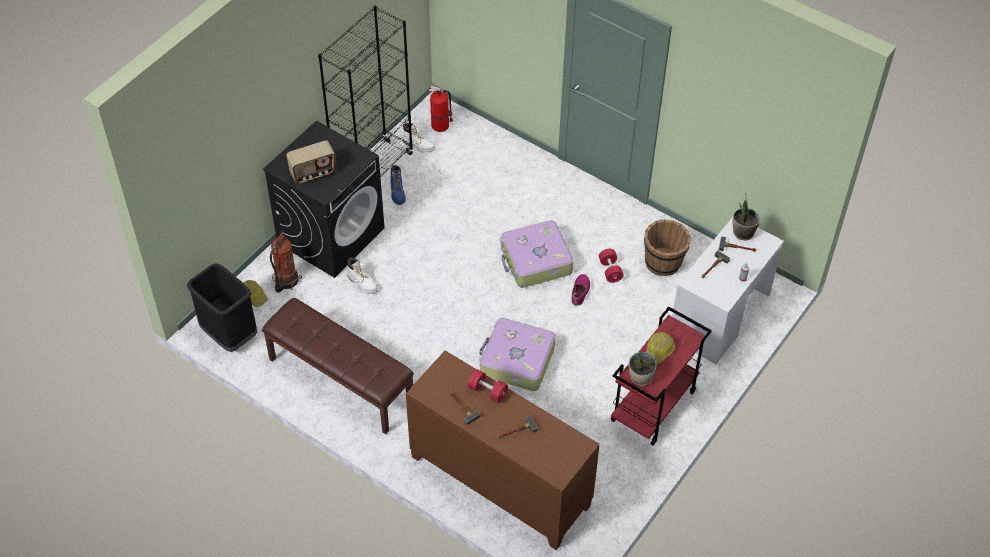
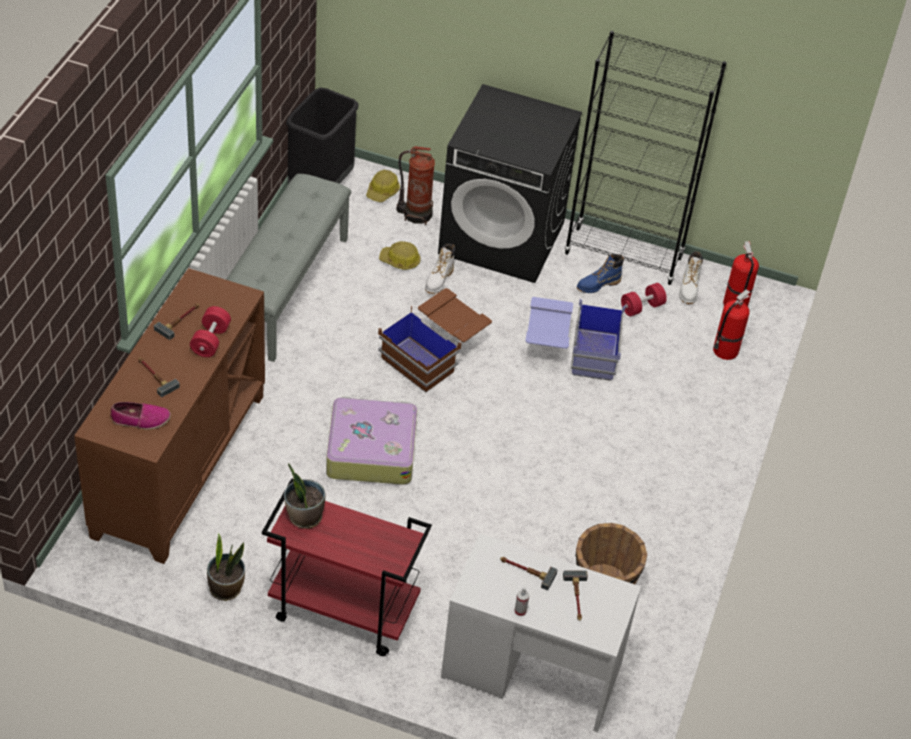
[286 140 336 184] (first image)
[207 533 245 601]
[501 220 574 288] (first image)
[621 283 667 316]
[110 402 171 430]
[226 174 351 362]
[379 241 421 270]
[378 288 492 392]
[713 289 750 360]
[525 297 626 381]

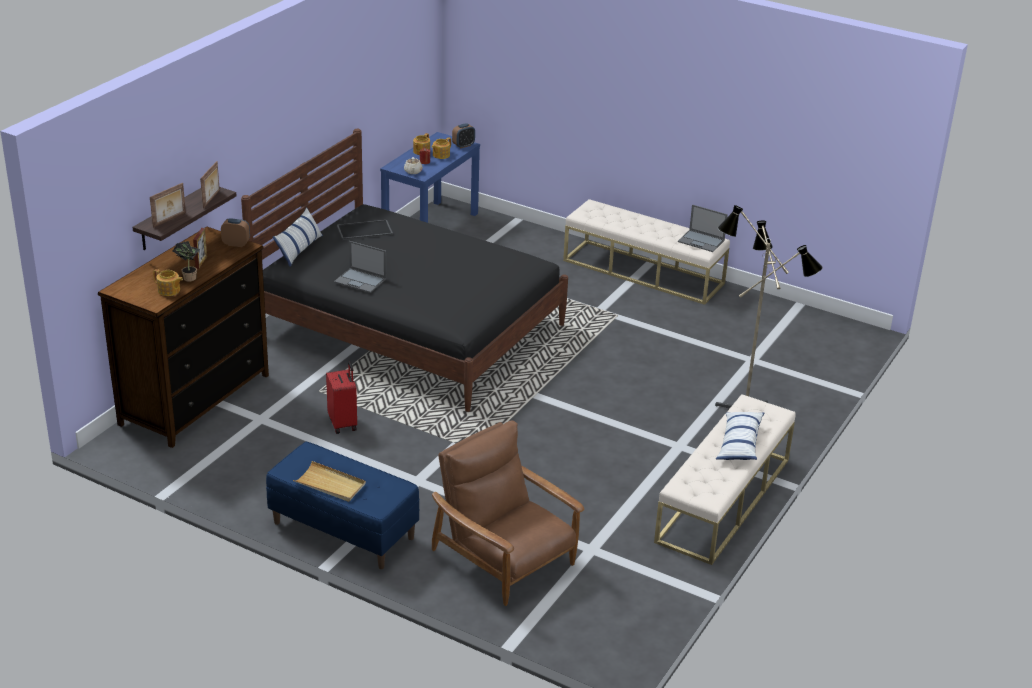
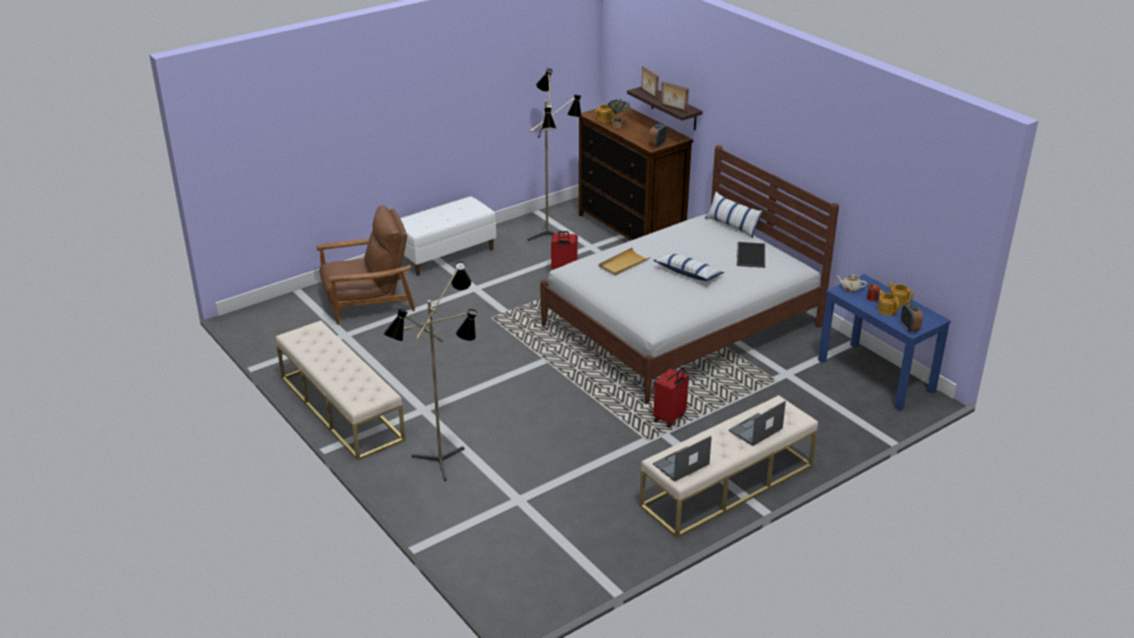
[540 145 839 404]
[193 228 207 269] (first image)
[729 401 786 446]
[653 253 724 281]
[400 196 496 276]
[599 248 650 276]
[528 69 582 241]
[653 367 689 428]

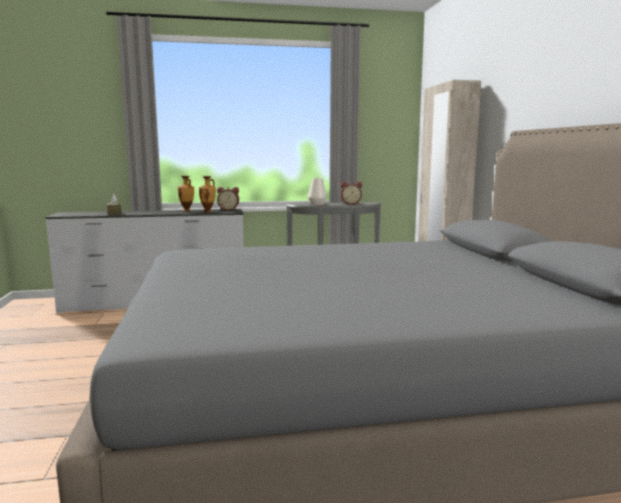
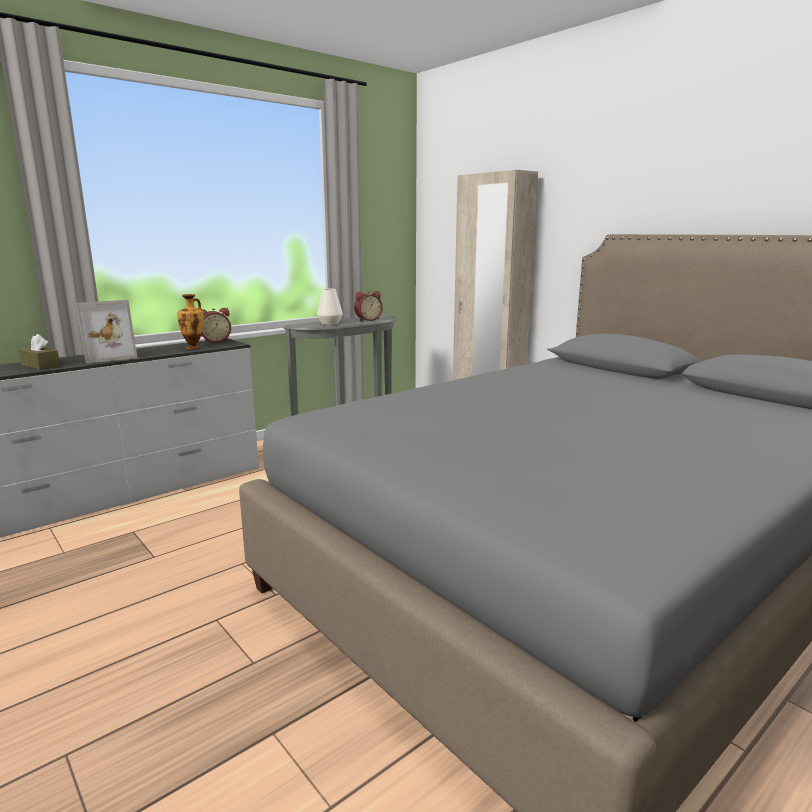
[178 176 194 211] (first image)
[76 300 137 364]

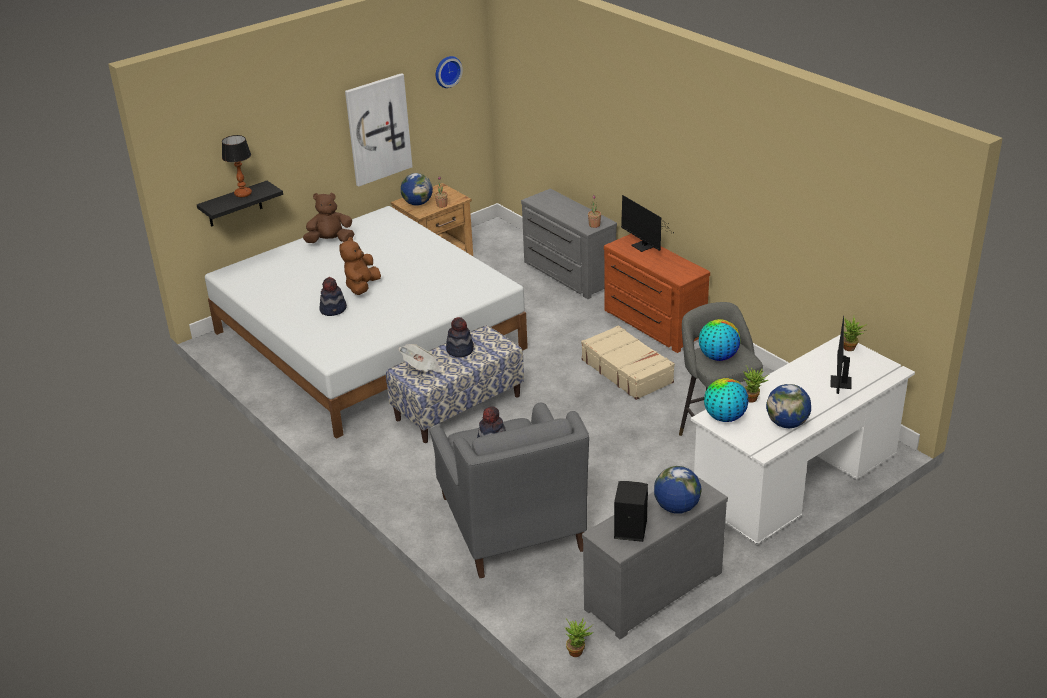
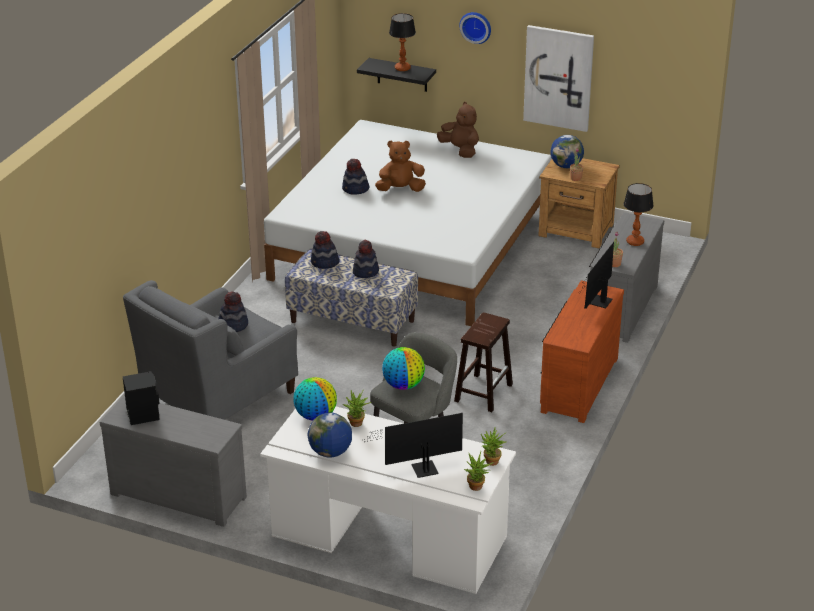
[459 12 491 44]
[454 312 513 412]
[311 231 340 269]
[654 466 702 514] (first image)
[464 451 494 491]
[623 183 654 246]

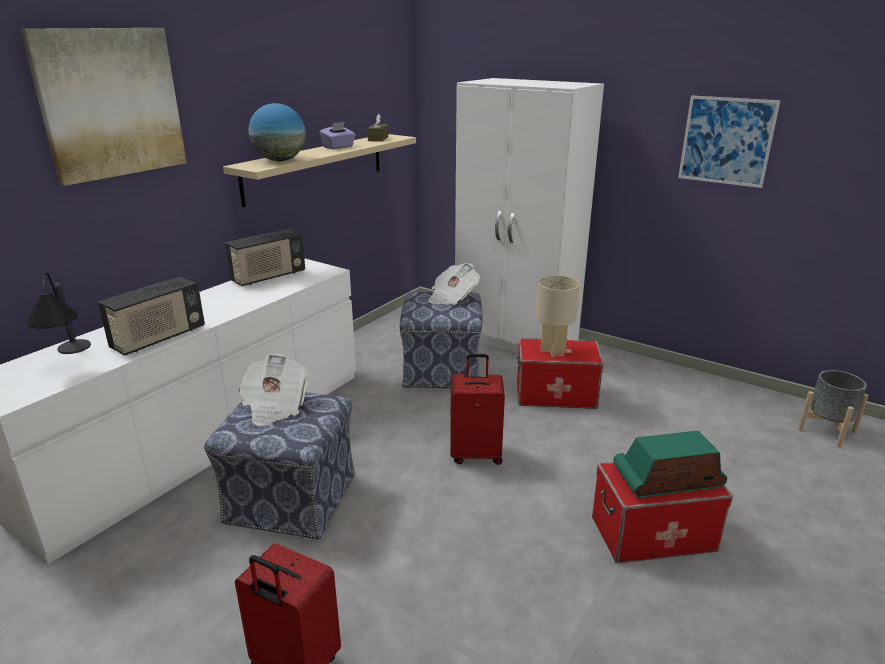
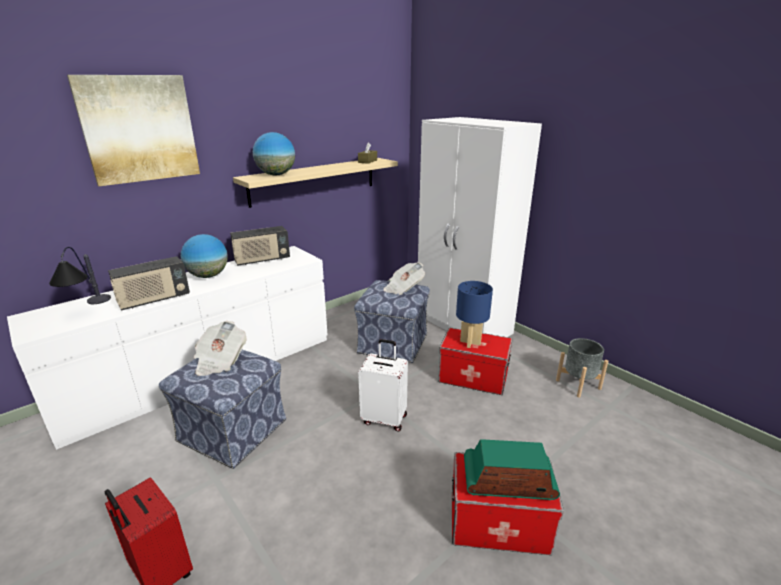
[678 96 781 188] (first image)
[319 122 356 149] (first image)
[456 281 493 348]
[358 339 408 432]
[556 338 608 397]
[181 234 228 278]

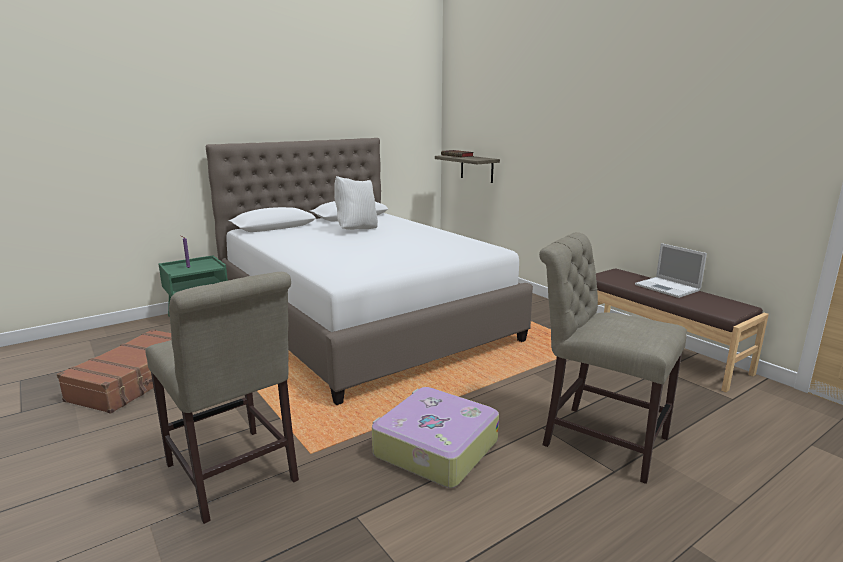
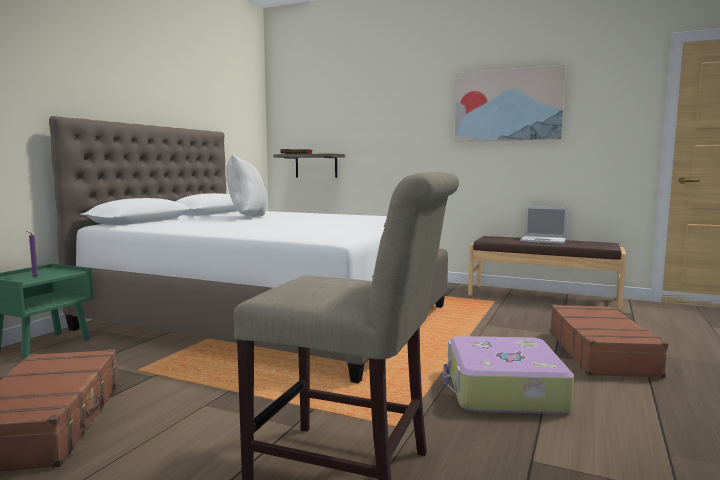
[550 304 668 378]
[454 65 566 142]

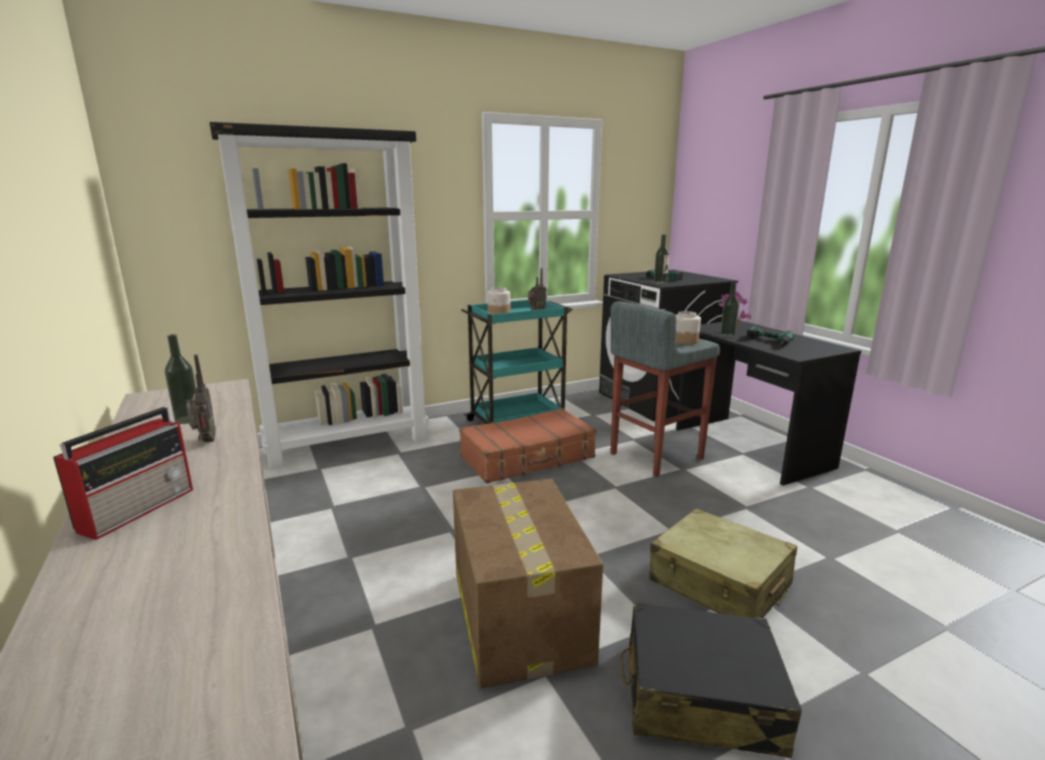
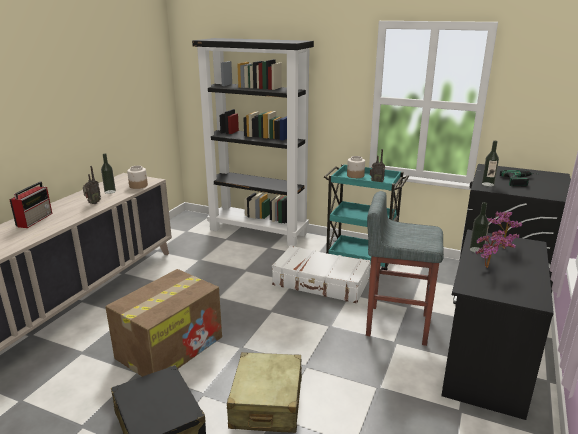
[127 166 148 189]
[476 230 516 268]
[9 181 52 228]
[272 245 371 303]

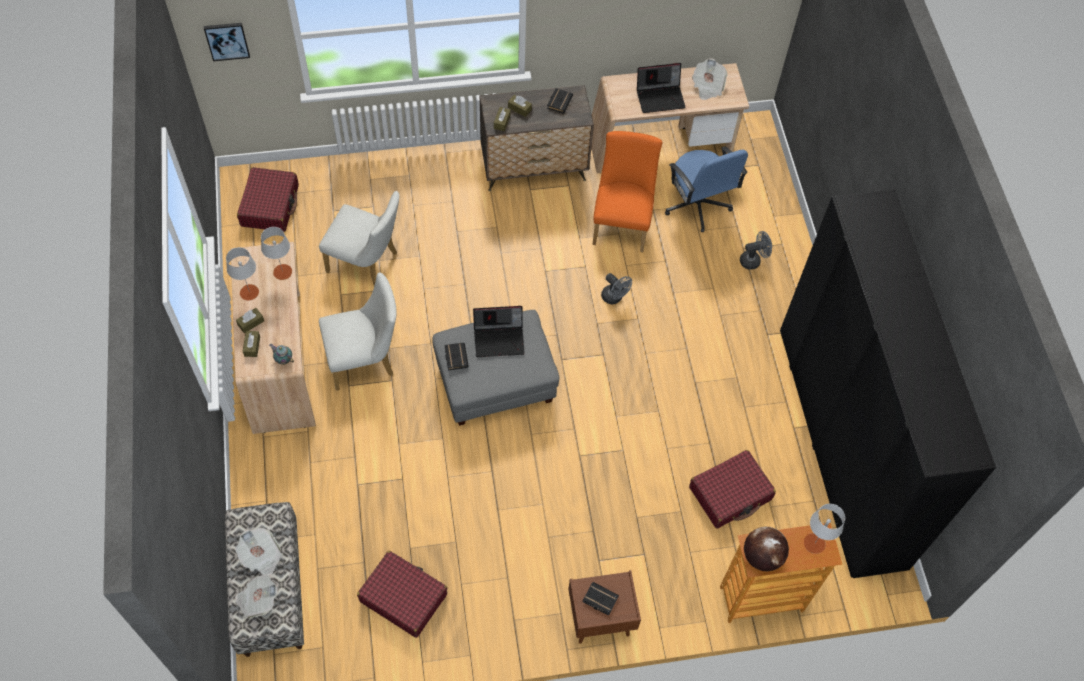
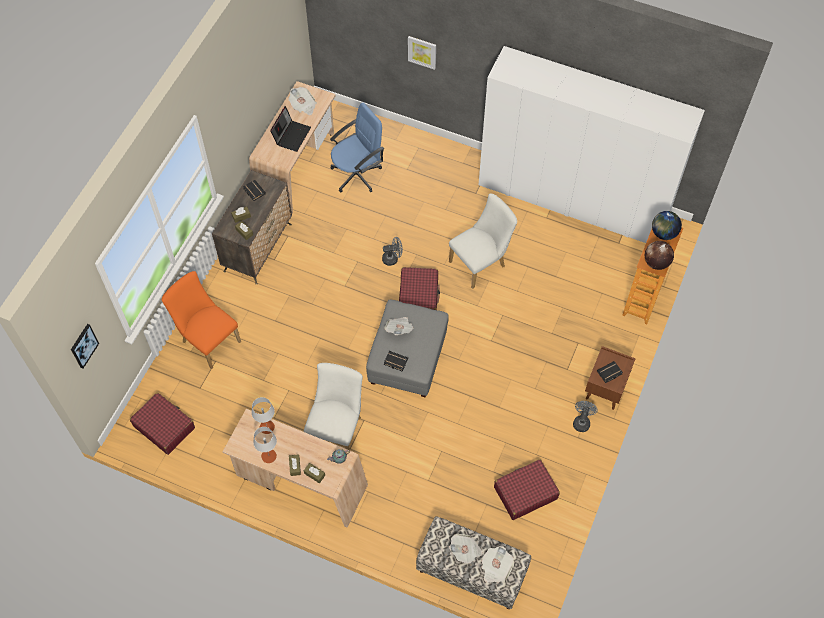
[162 271 241 369]
[330 102 384 193]
[479 46 705 243]
[449 193 517 289]
[573 401 598 432]
[384 317 414 335]
[399 267 440 310]
[652 211 682 240]
[408 36 436 70]

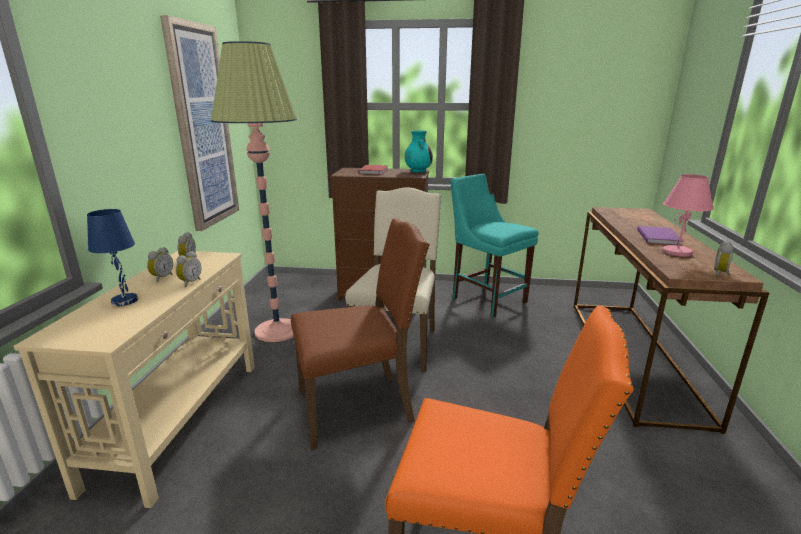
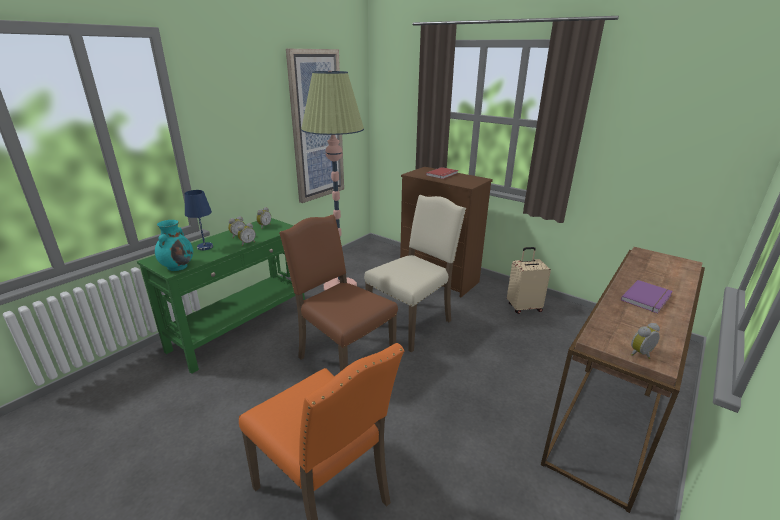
[155 220 193 271]
[507 247 551 314]
[662 174 714 257] (first image)
[279 215 398 372]
[137 218 305 374]

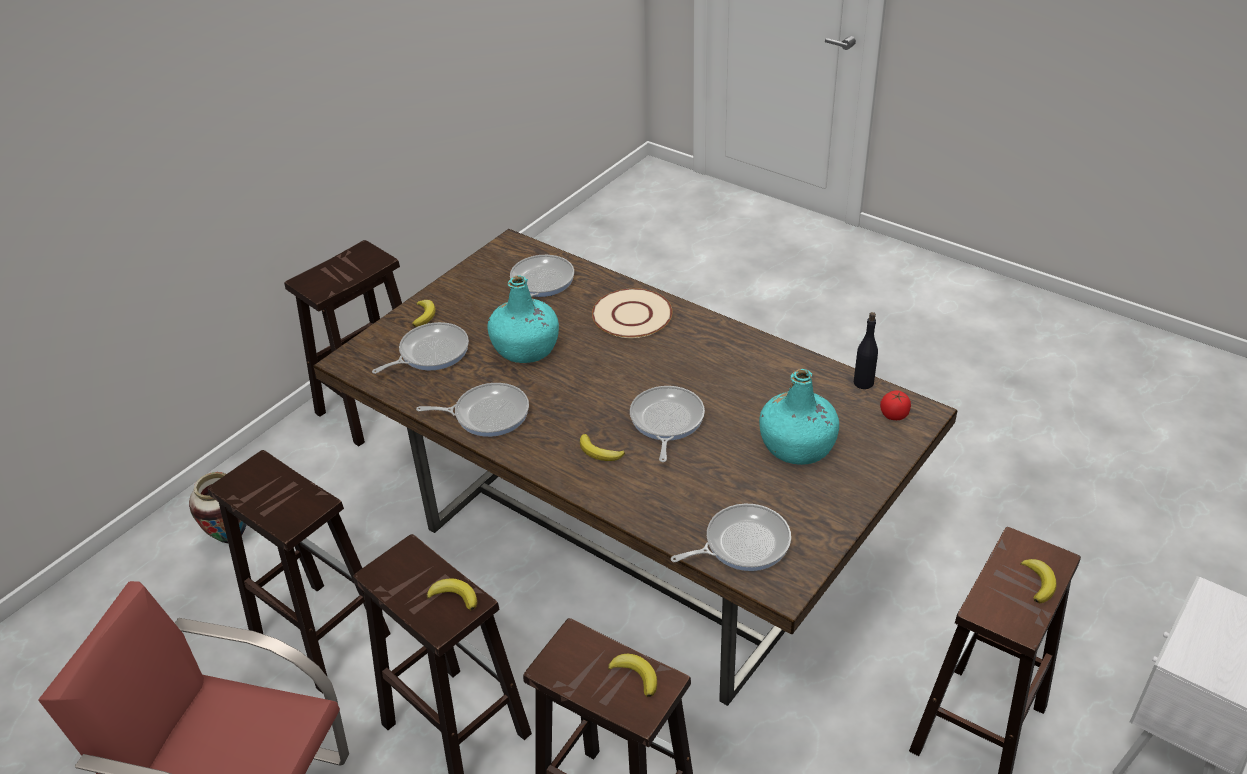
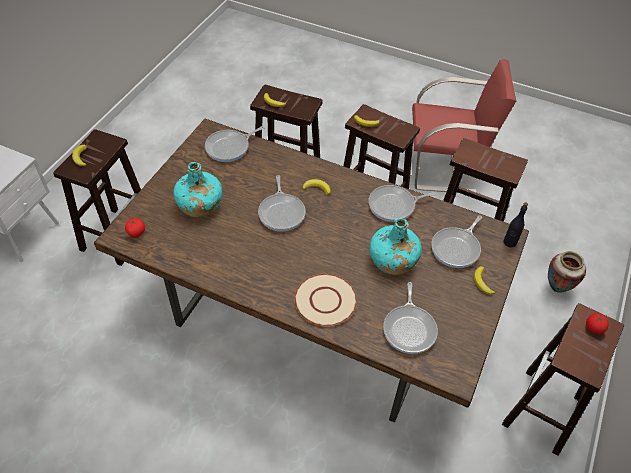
[503 203 528 248]
[586 313 609 334]

